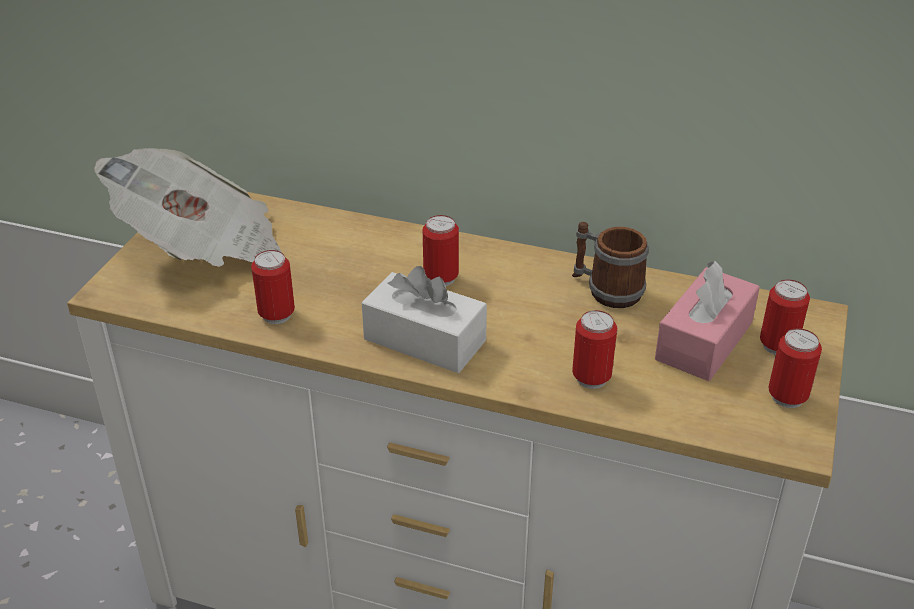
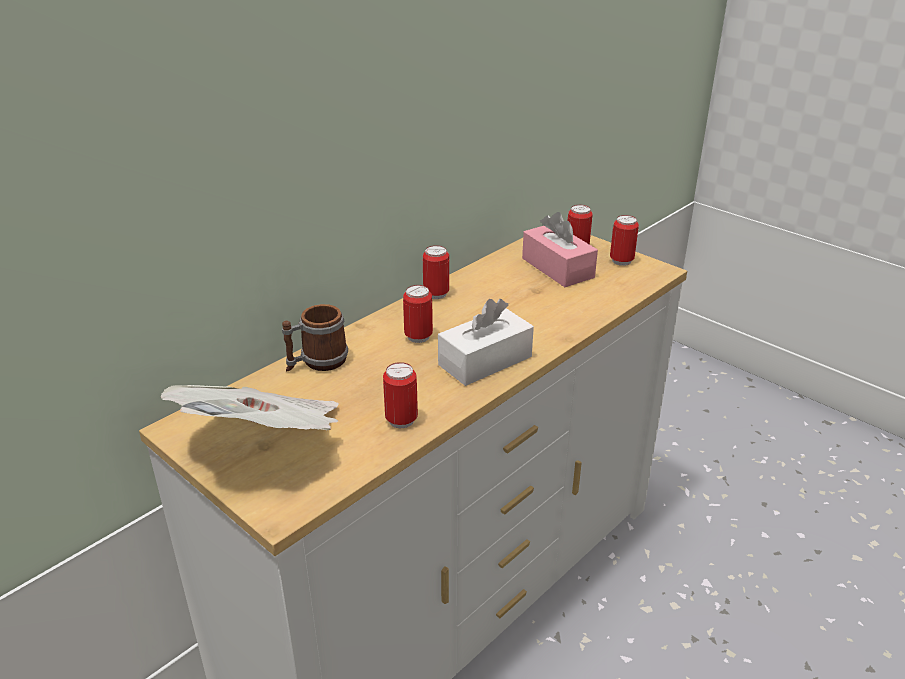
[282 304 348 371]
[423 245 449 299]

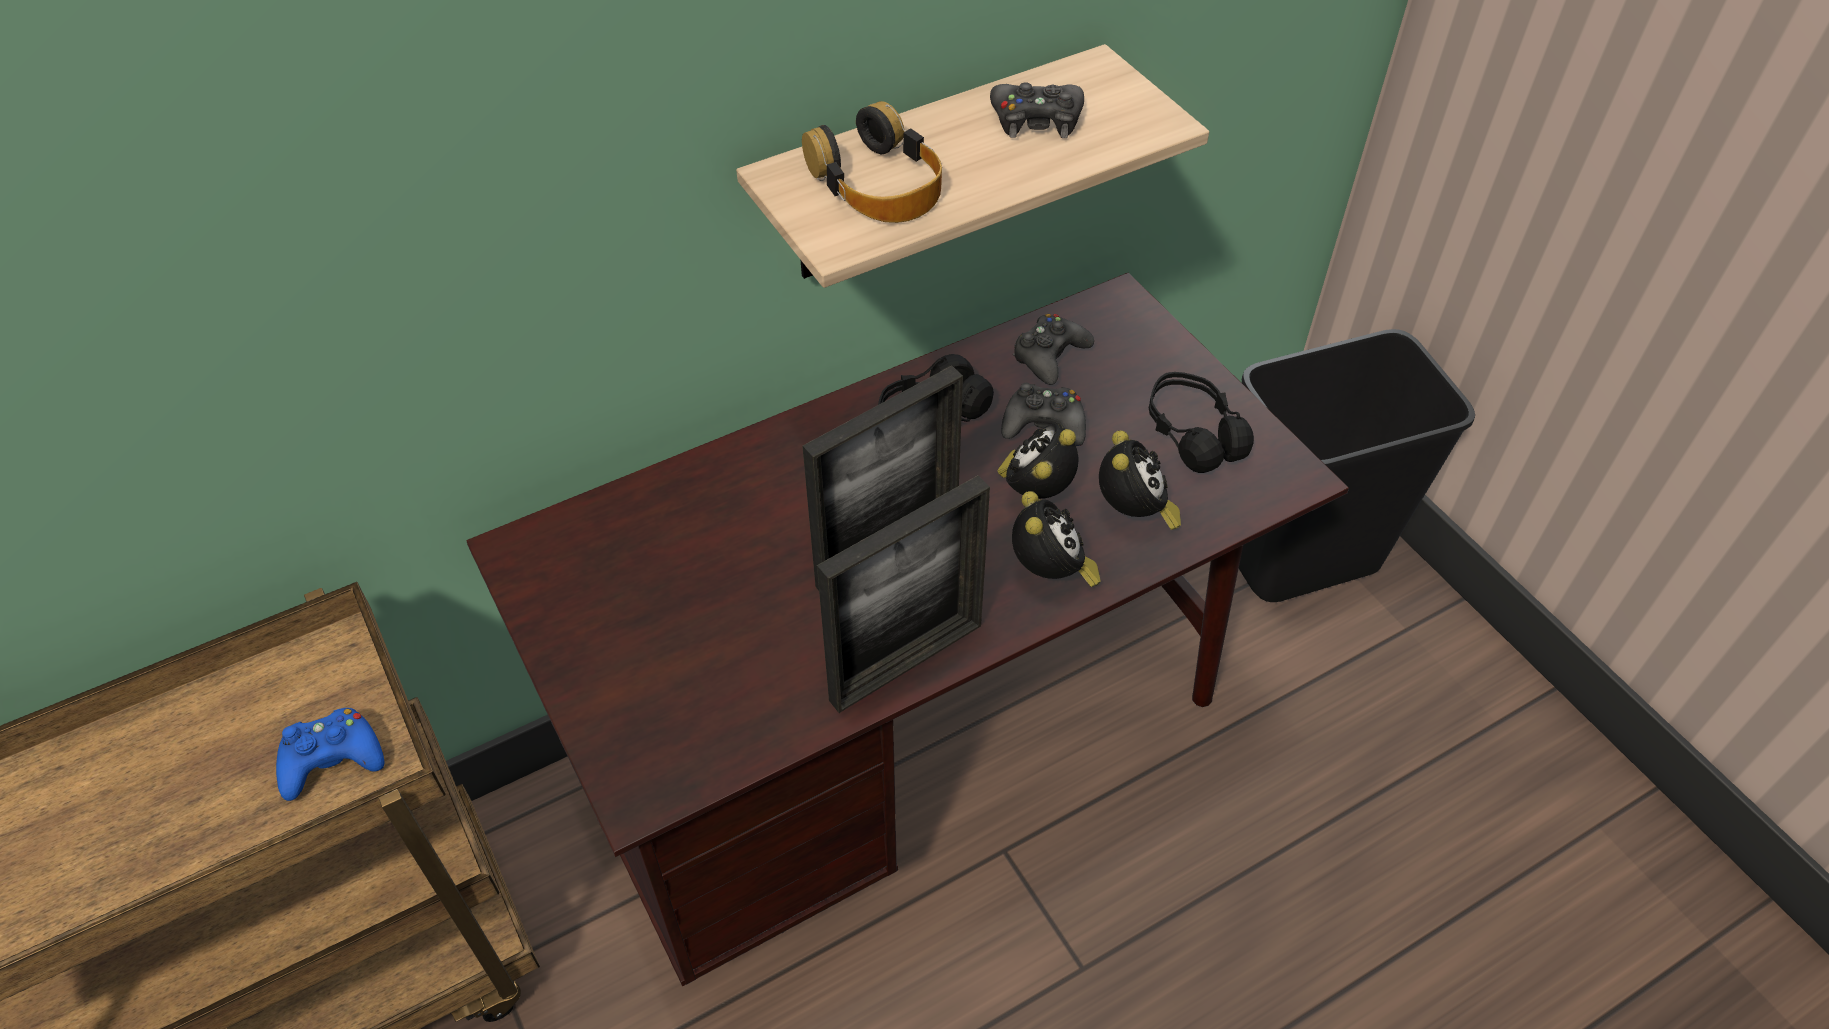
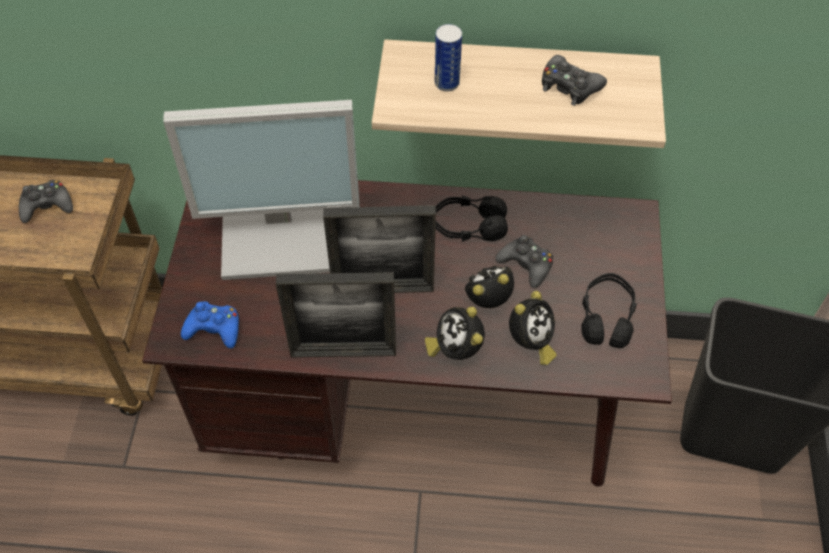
[435 24 462 91]
[19 180 73 223]
[425 306 485 360]
[181 301 239 348]
[163 100 359 280]

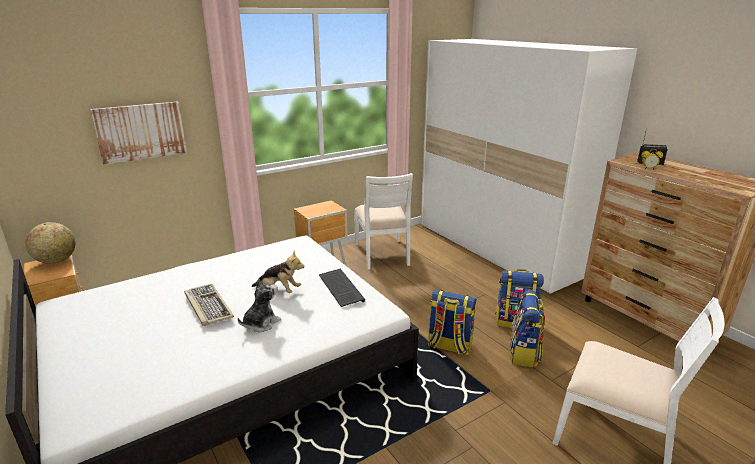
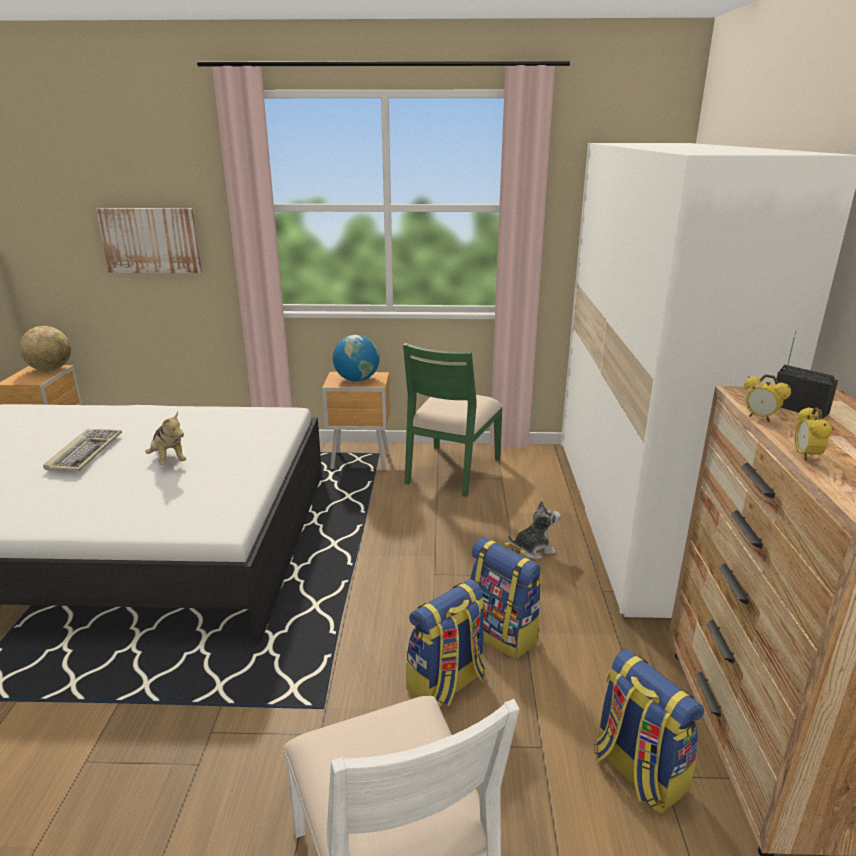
[403 343 503 497]
[319 269 365 307] (first image)
[508 500 561 559]
[594 649 704 813]
[333 335 380 382]
[795 407 832 461]

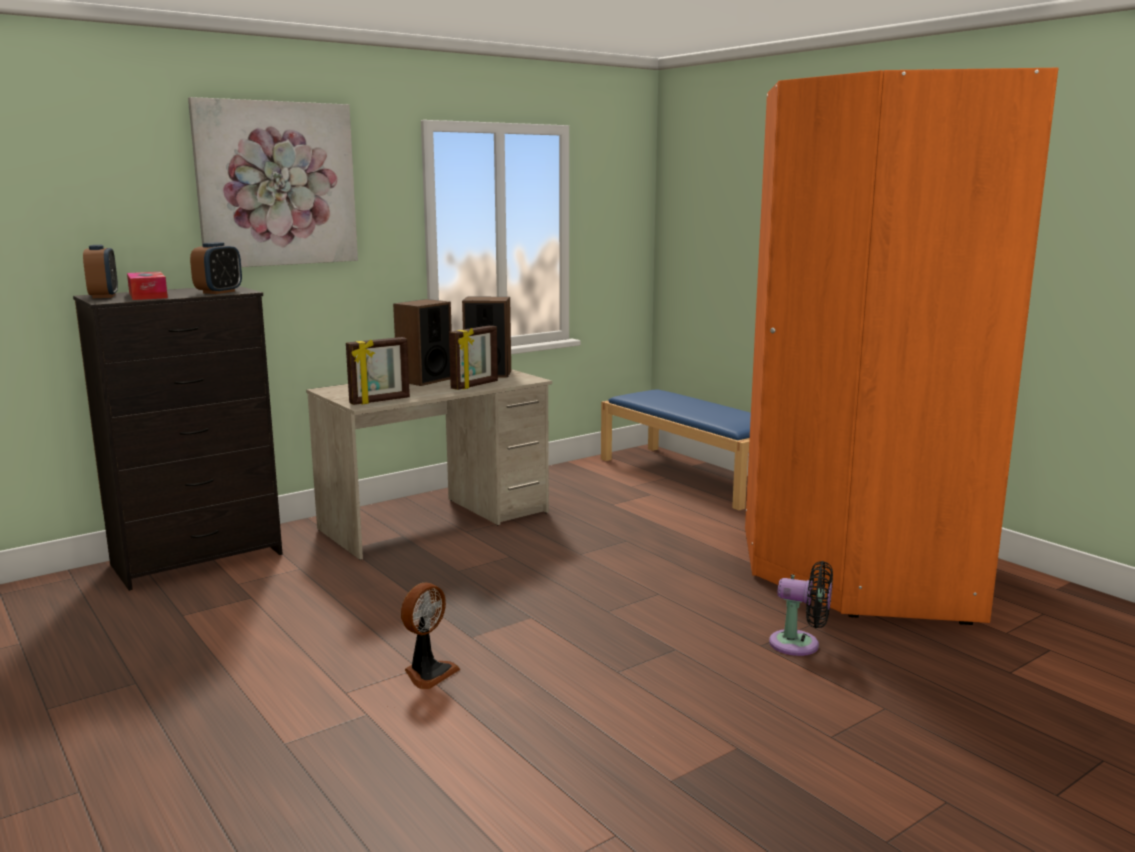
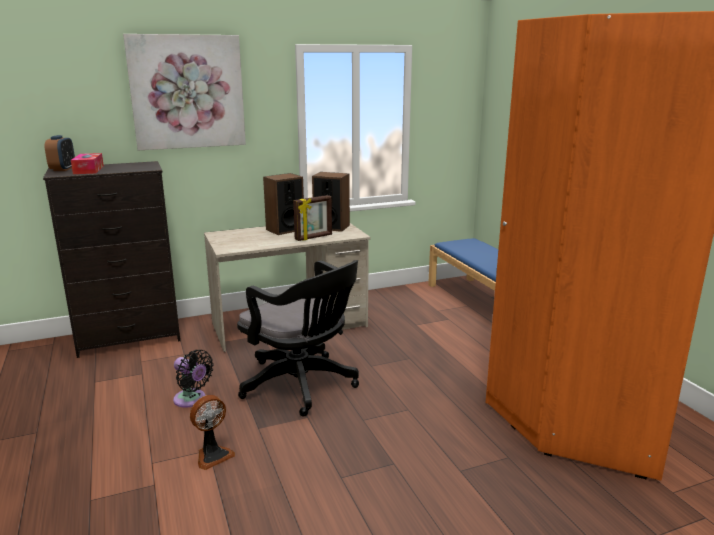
[190 242 242 294] (first image)
[346 337 410 405] (first image)
[173 350 214 408]
[237 260 359 417]

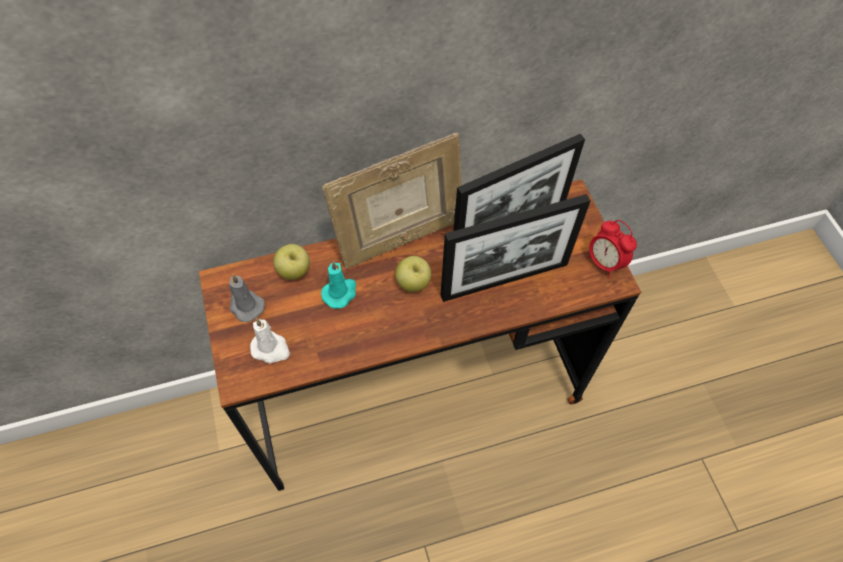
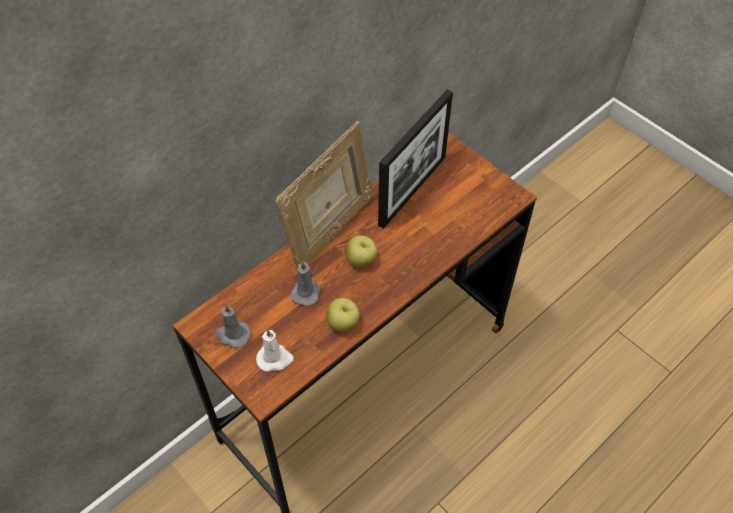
[441 194 590 302] (first image)
[587 220 637 278] (first image)
[326 298 360 332]
[290 260 321 306]

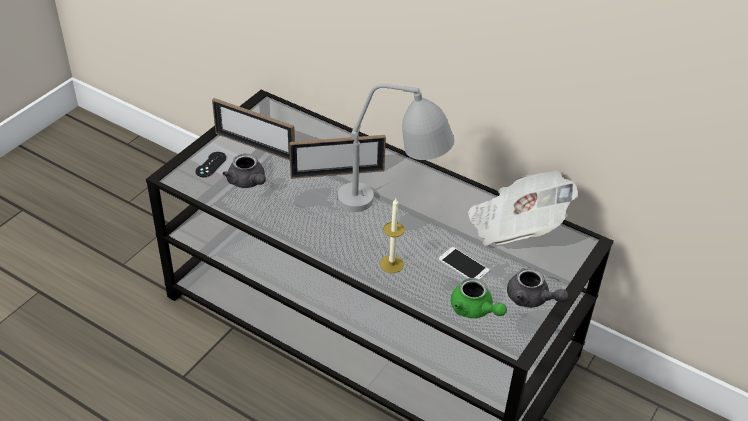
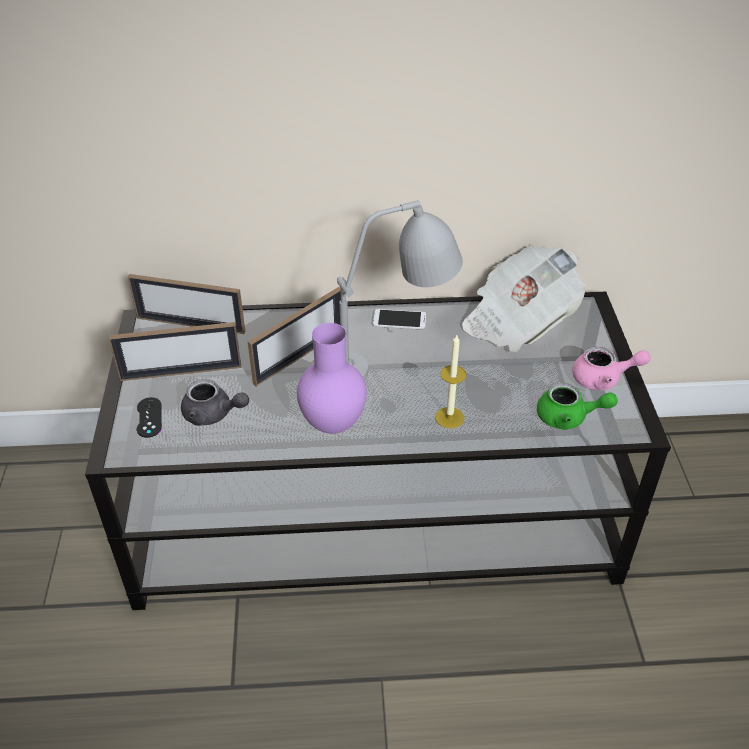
[373 309 426 330]
[572 346 651 391]
[128 274 245 334]
[297 323 367 434]

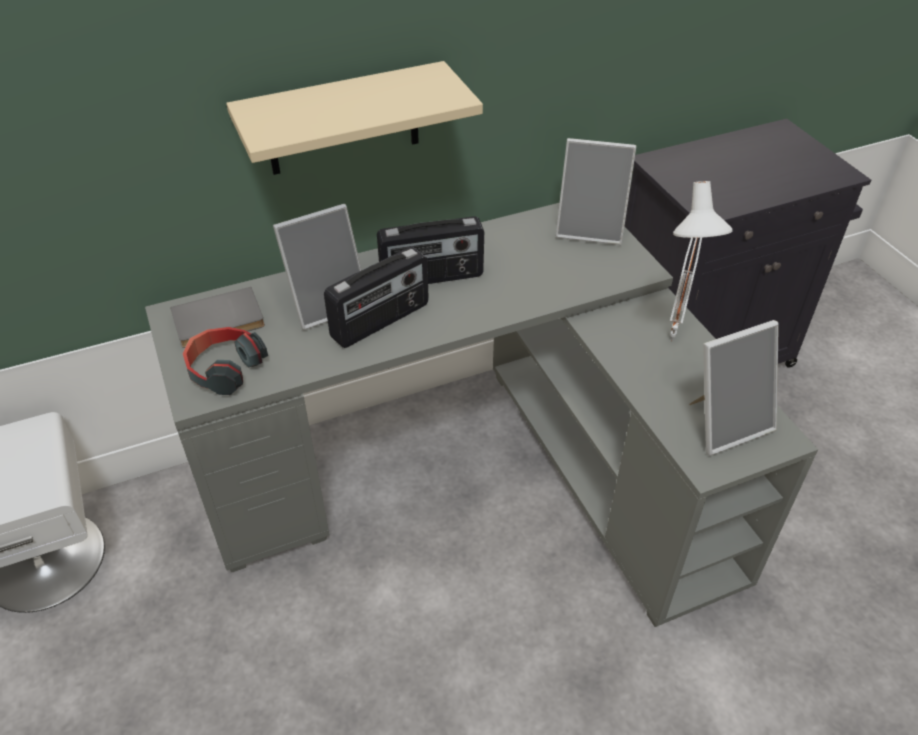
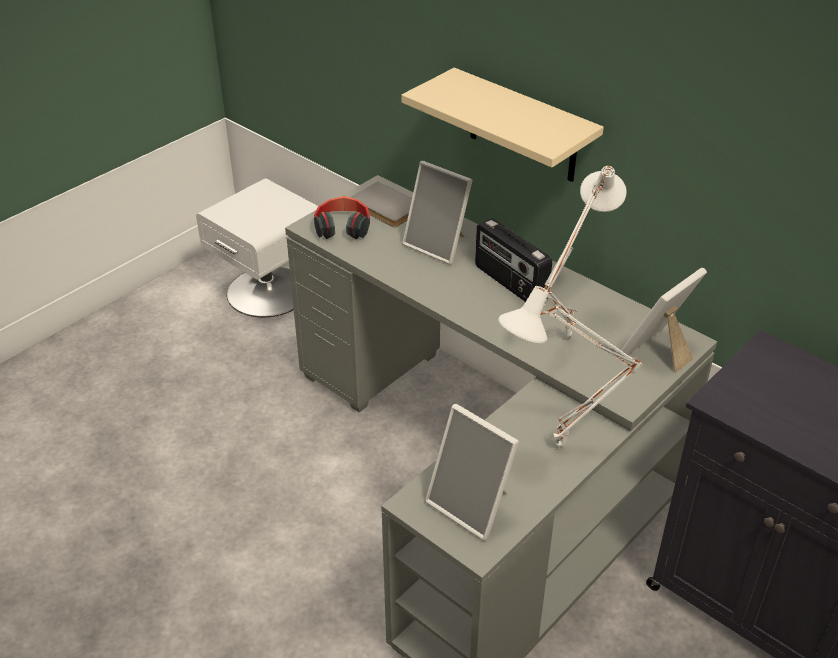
[621 268 707 373]
[324 247 429 348] (first image)
[544 166 626 341]

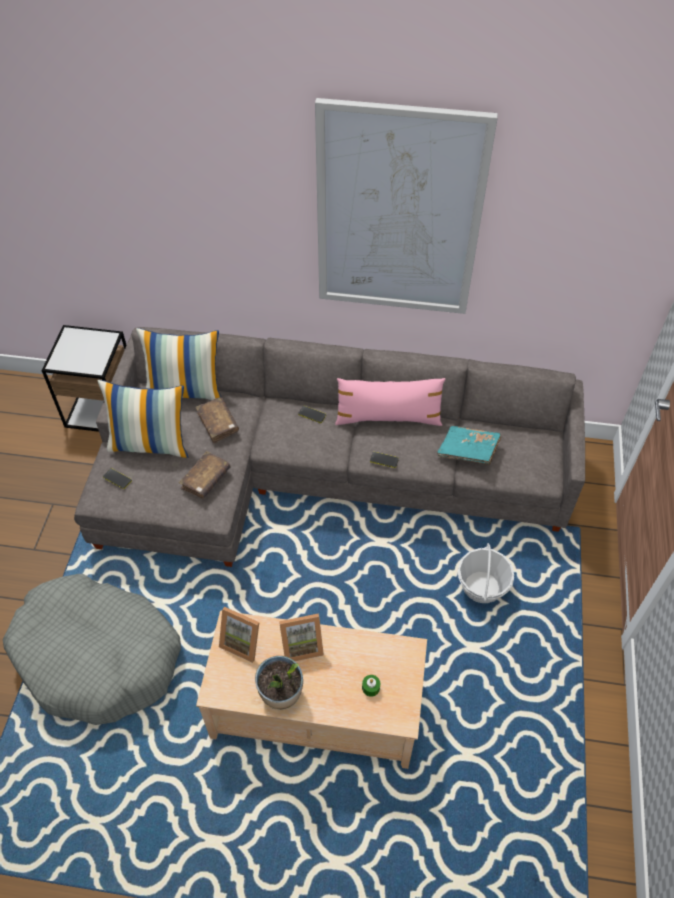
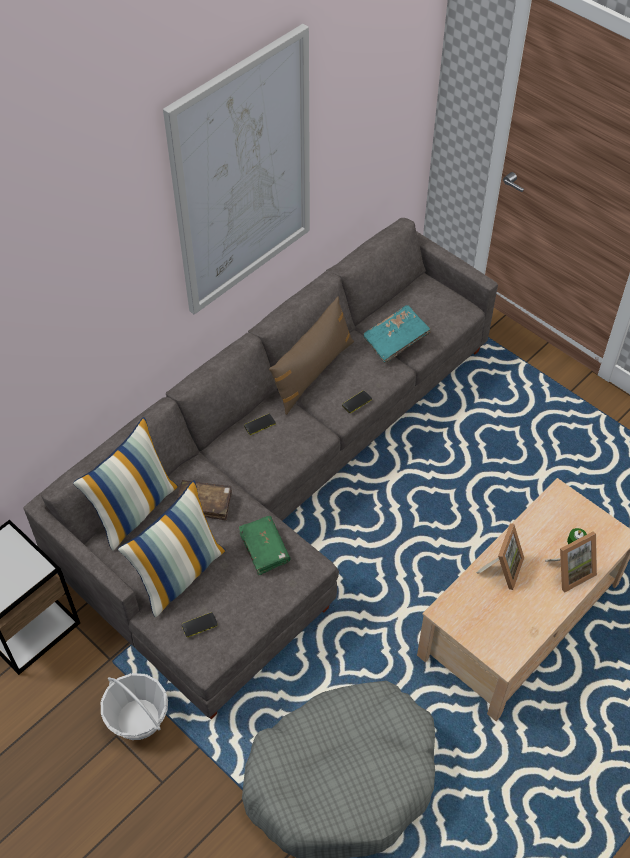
[269 296 354 415]
[239 516 291 575]
[101 673 168 740]
[545 532 597 592]
[255 656 303 710] (first image)

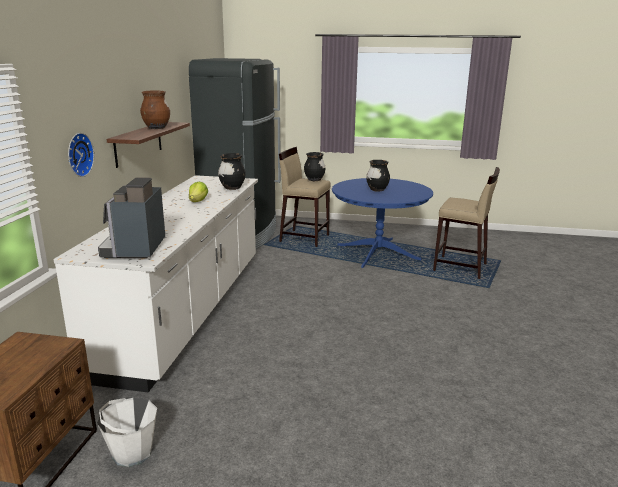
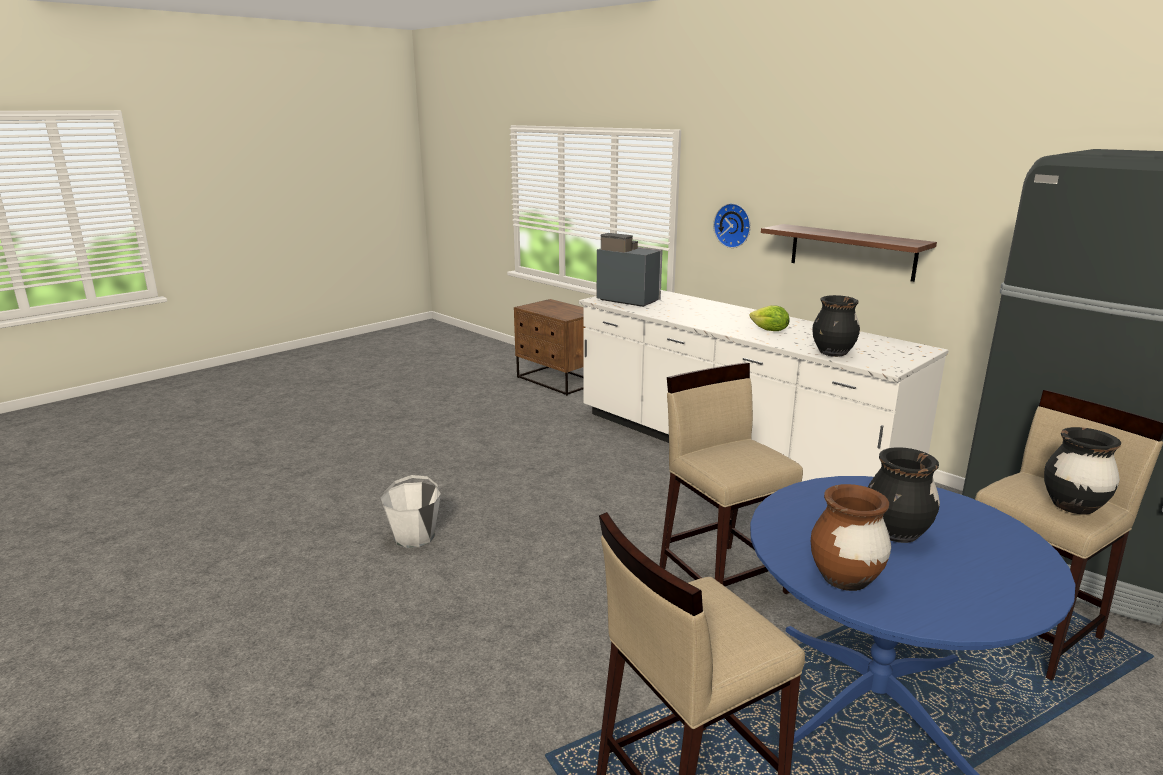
[811 484 891 591]
[381 475 441 548]
[659 362 803 594]

